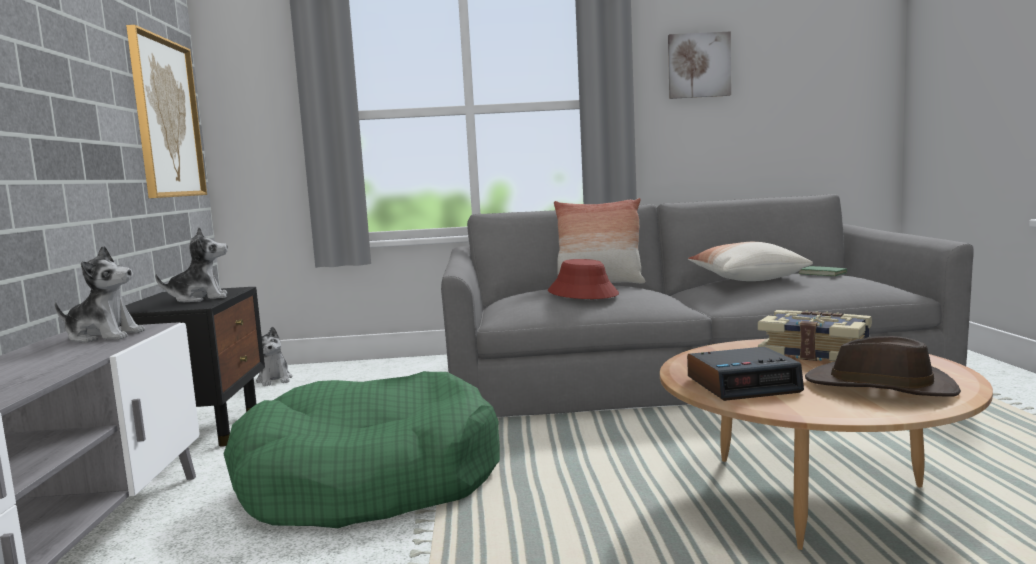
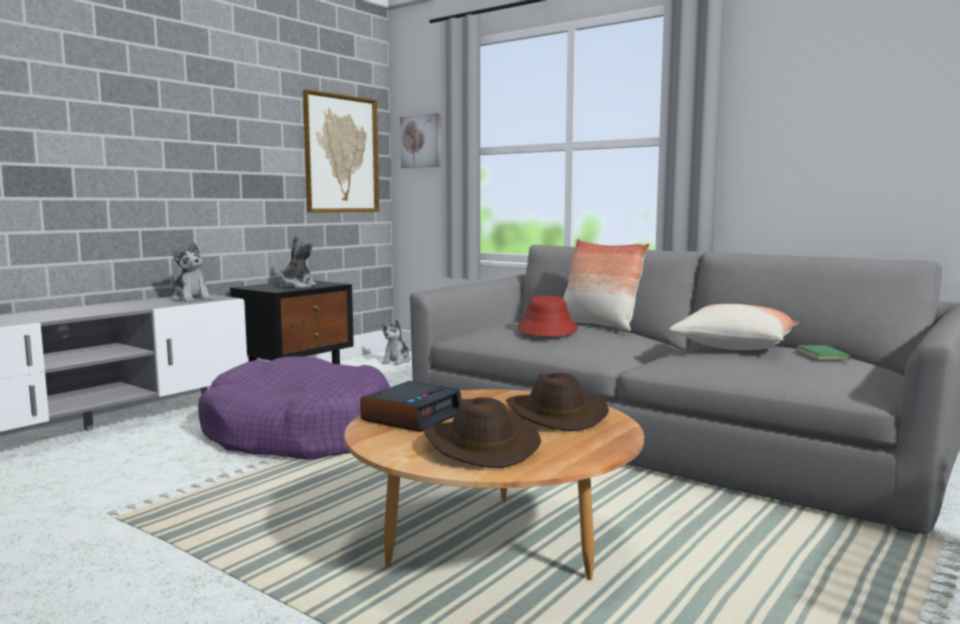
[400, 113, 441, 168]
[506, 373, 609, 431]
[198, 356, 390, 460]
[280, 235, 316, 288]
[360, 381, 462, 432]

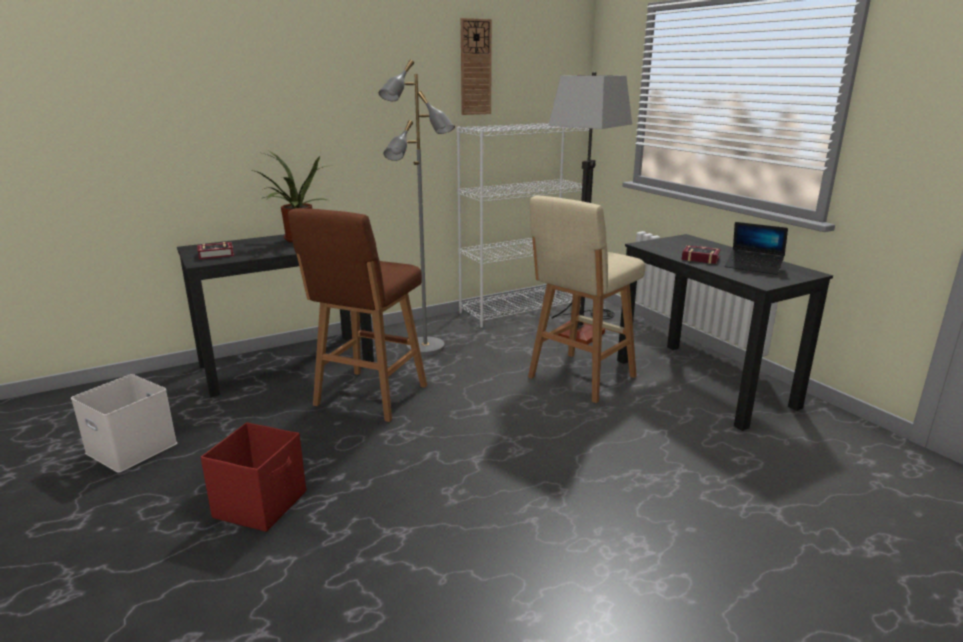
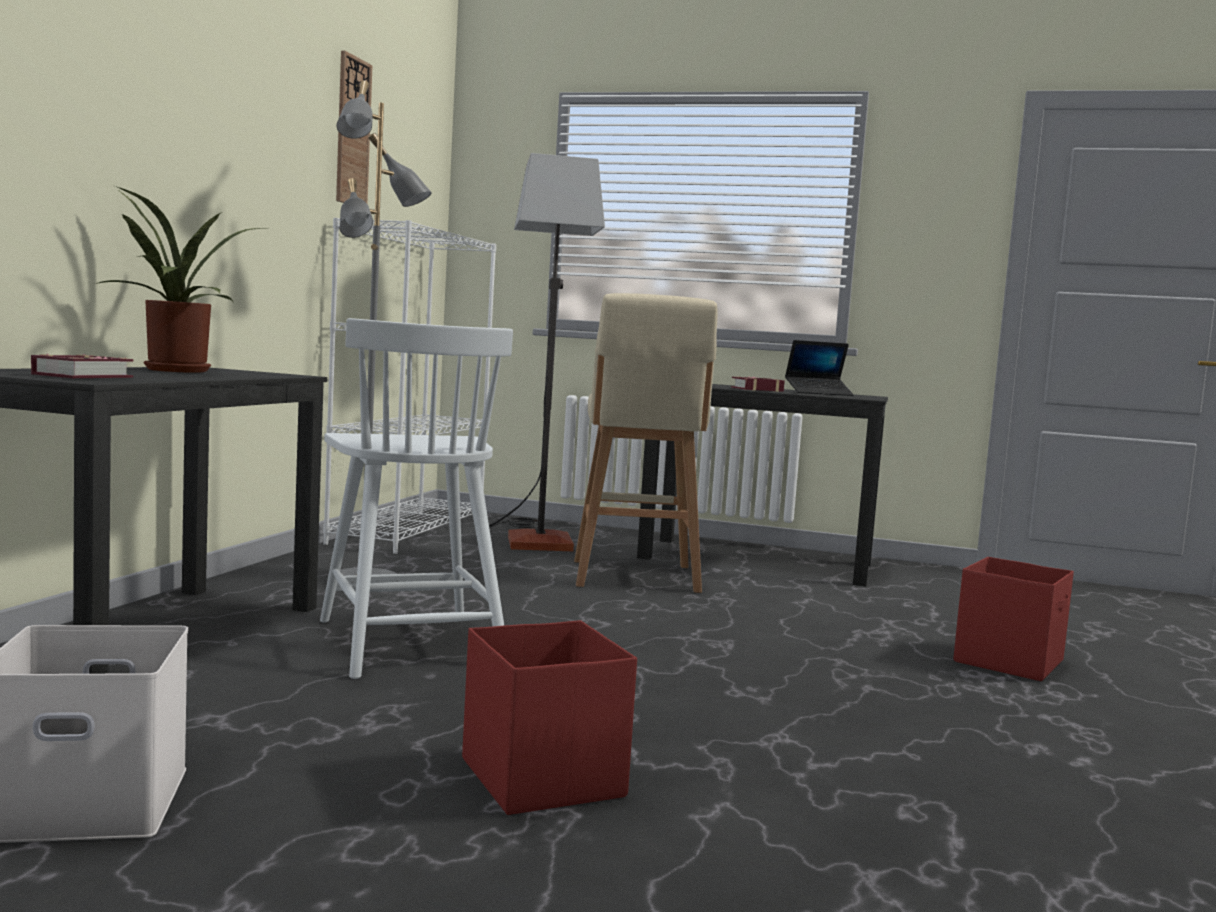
[954, 557, 1074, 681]
[320, 318, 513, 679]

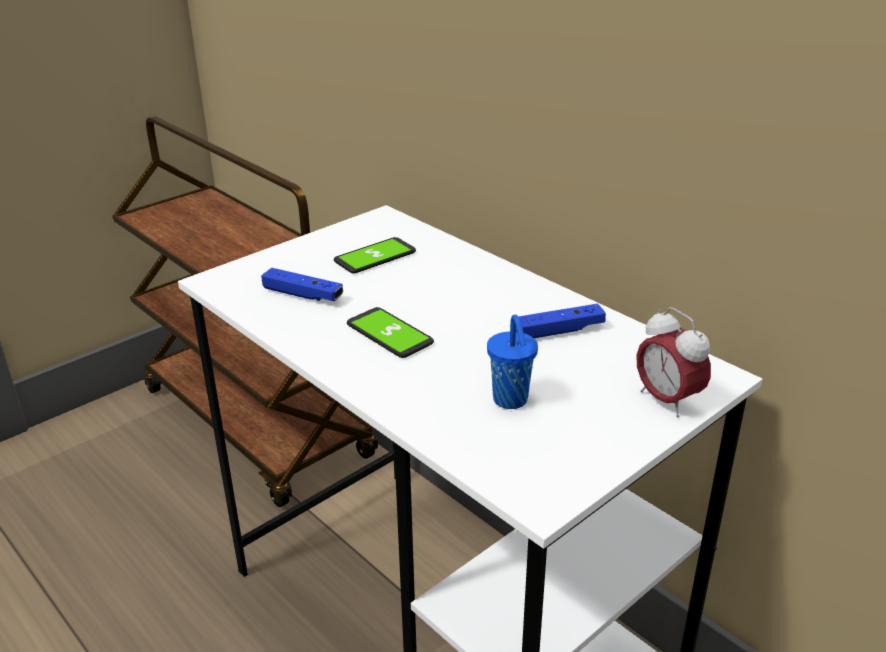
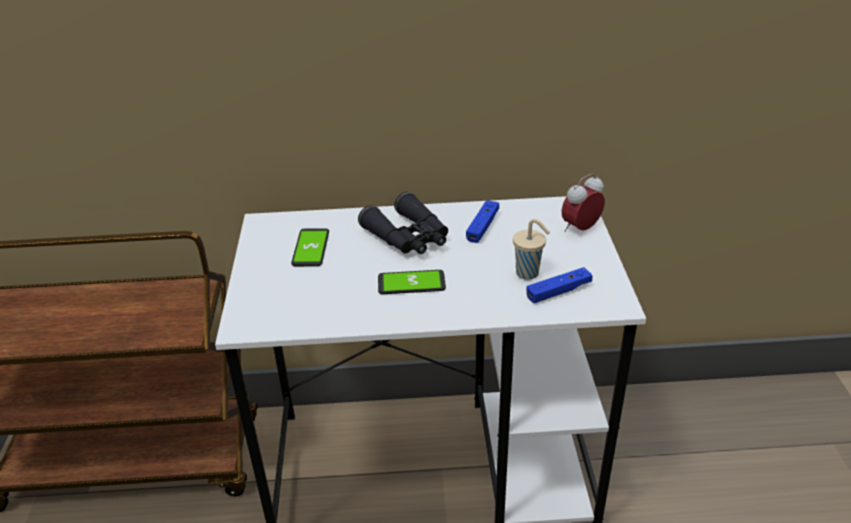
[358, 192, 448, 254]
[526, 267, 592, 303]
[513, 219, 550, 280]
[561, 174, 605, 232]

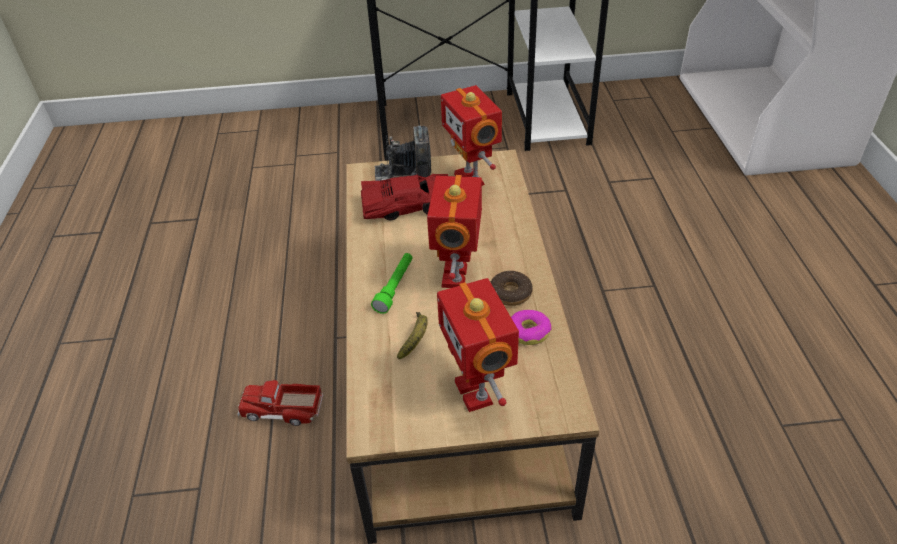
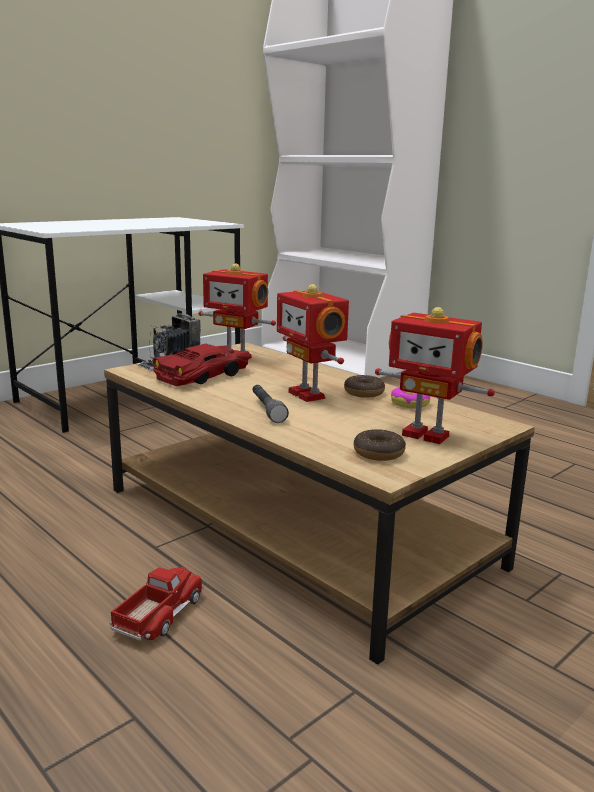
[397, 312, 427, 359] (first image)
[354, 429, 406, 461]
[253, 385, 289, 423]
[109, 567, 204, 640]

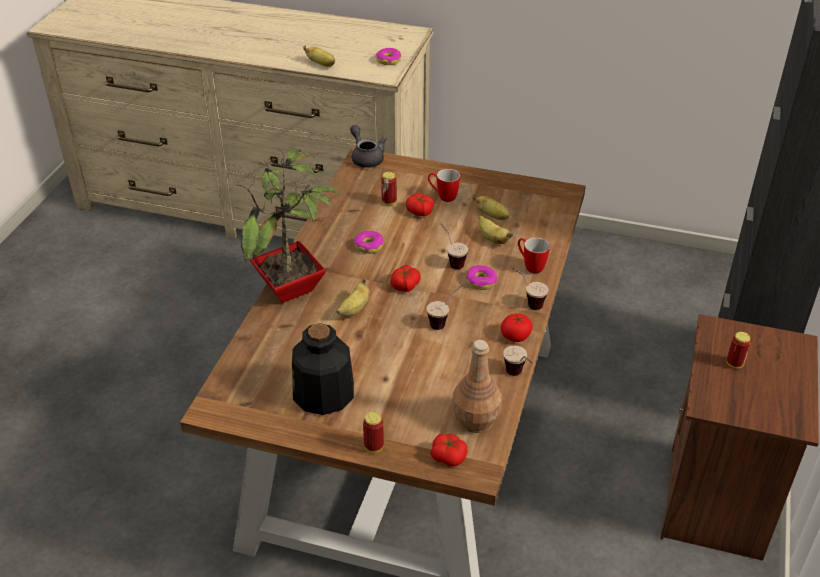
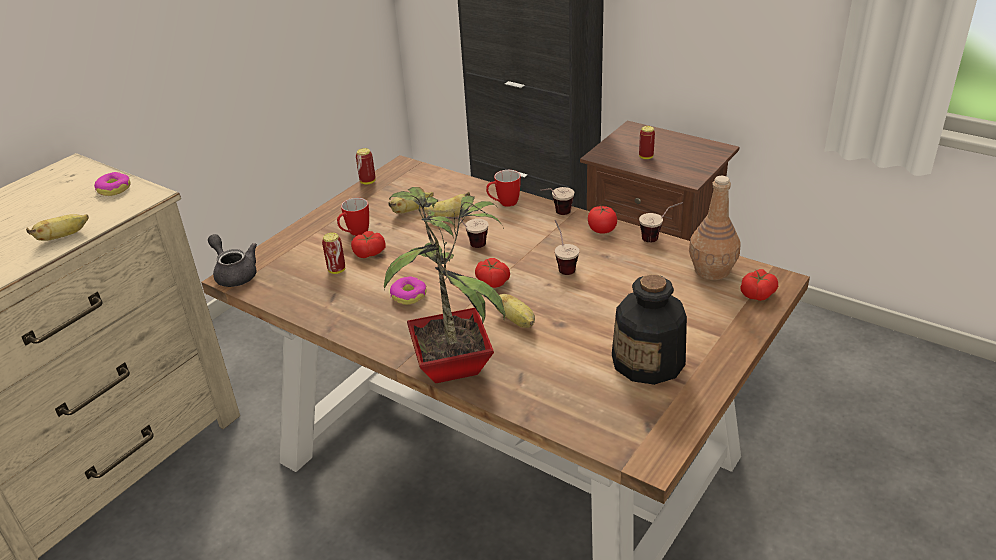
[466, 265, 498, 290] (first image)
[356, 148, 376, 185]
[208, 234, 257, 287]

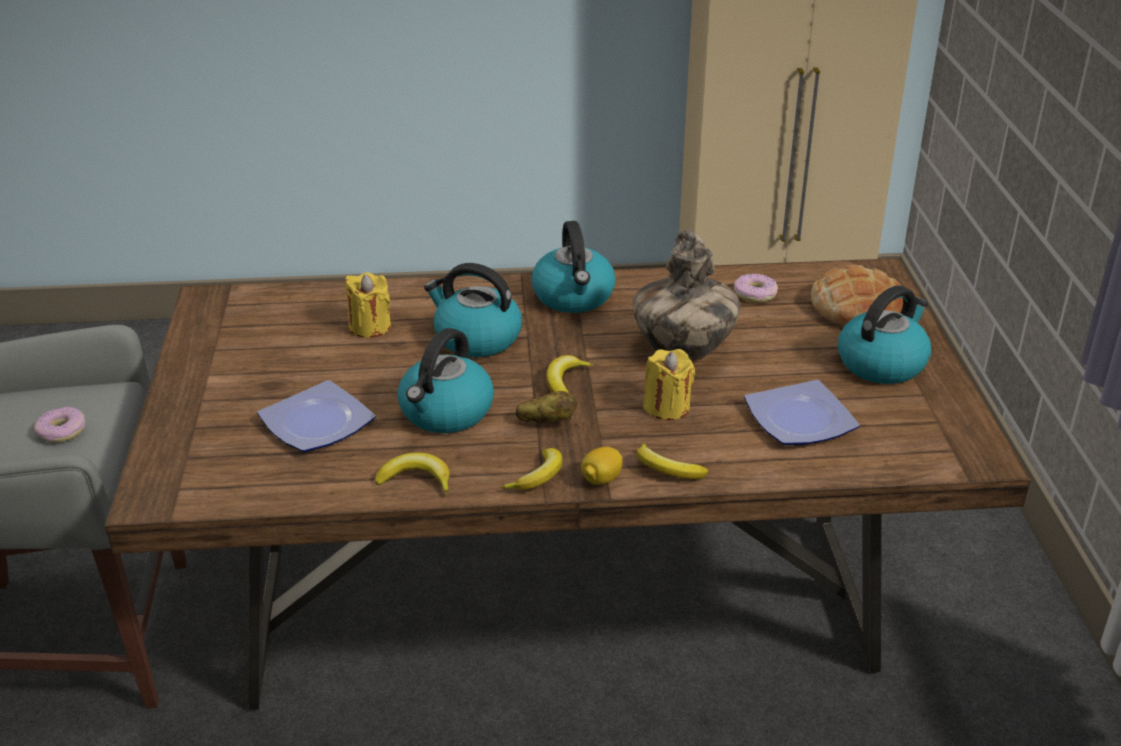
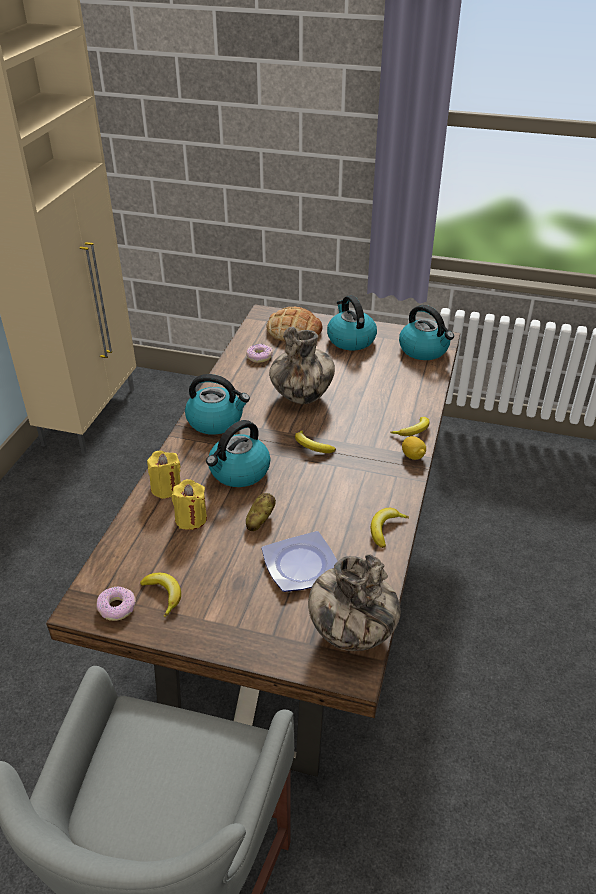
[744, 380, 860, 445] (first image)
[308, 554, 401, 651]
[96, 586, 136, 621]
[399, 305, 454, 360]
[140, 573, 181, 617]
[246, 493, 276, 531]
[147, 451, 181, 499]

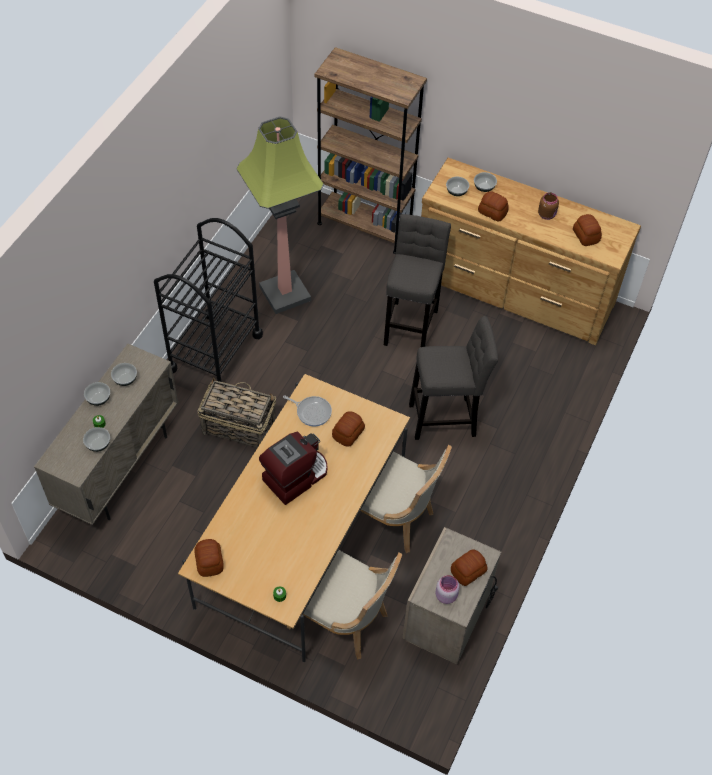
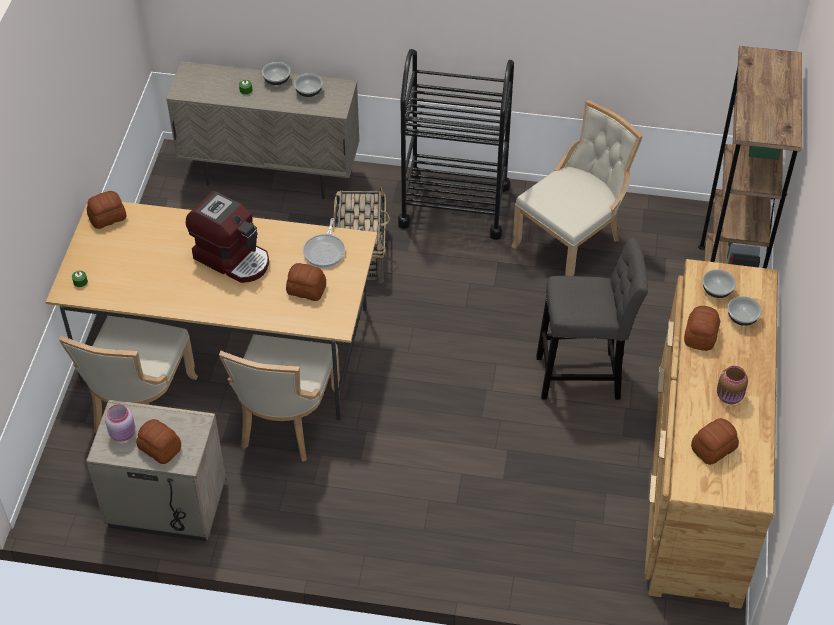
[83, 427, 110, 452] (first image)
[409, 316, 498, 440] (first image)
[511, 100, 643, 276]

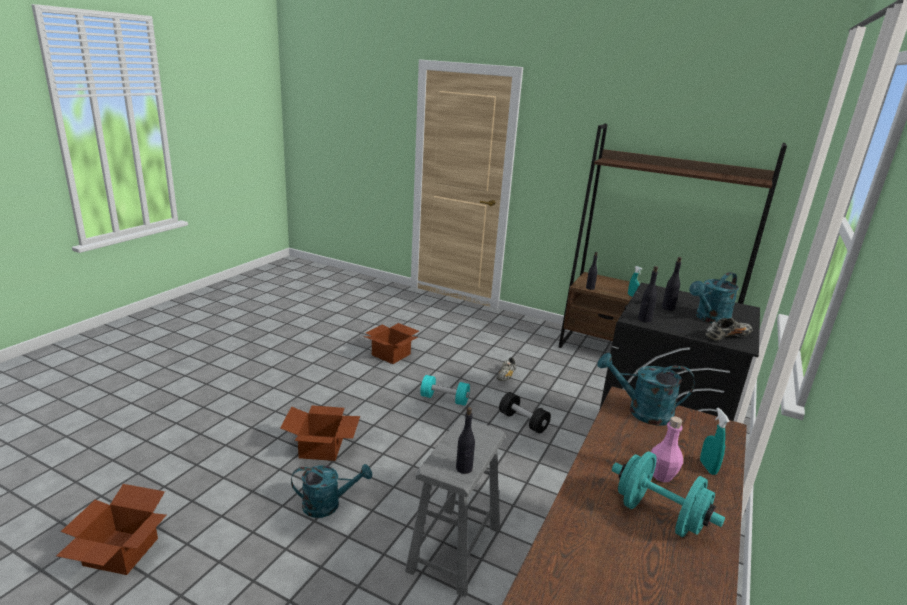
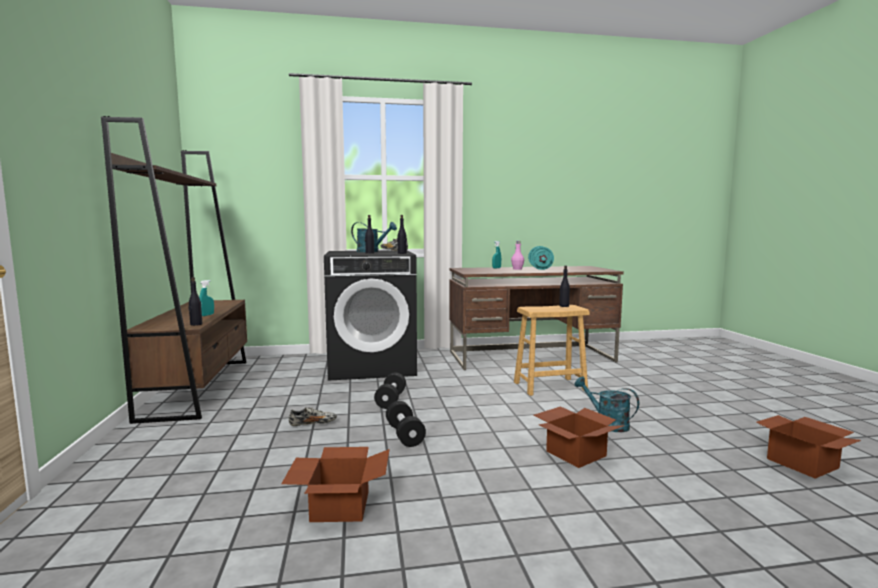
[597, 353, 695, 426] (first image)
[514, 305, 590, 396]
[386, 401, 426, 447]

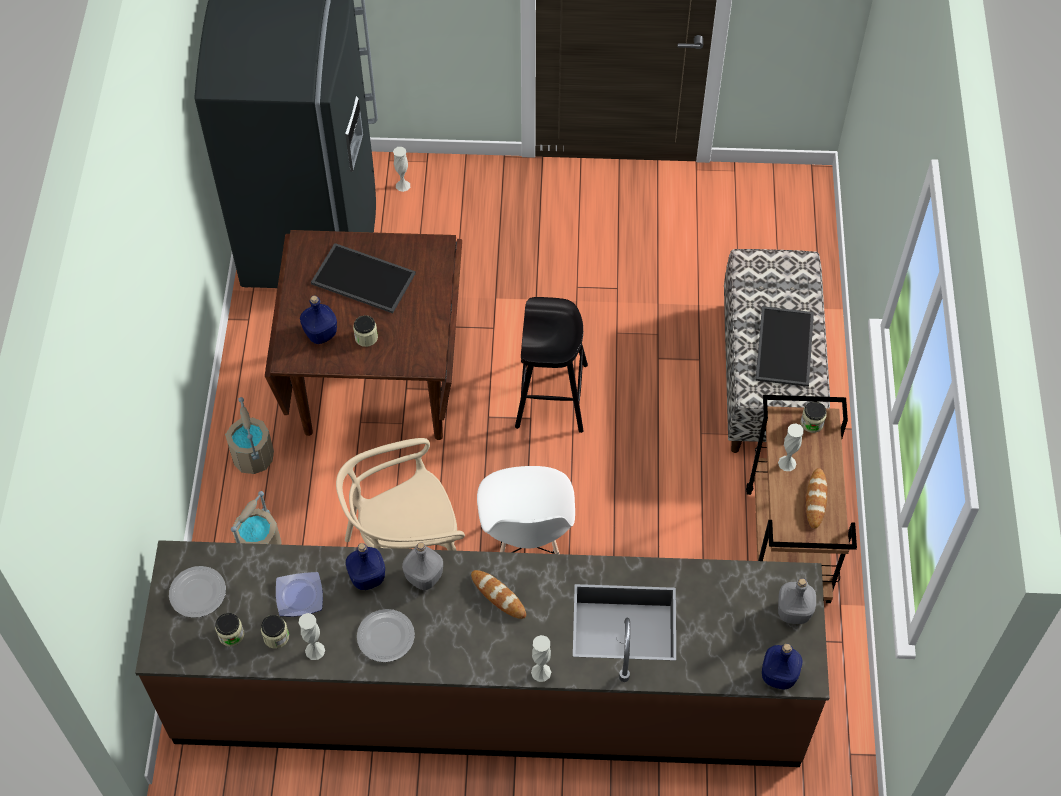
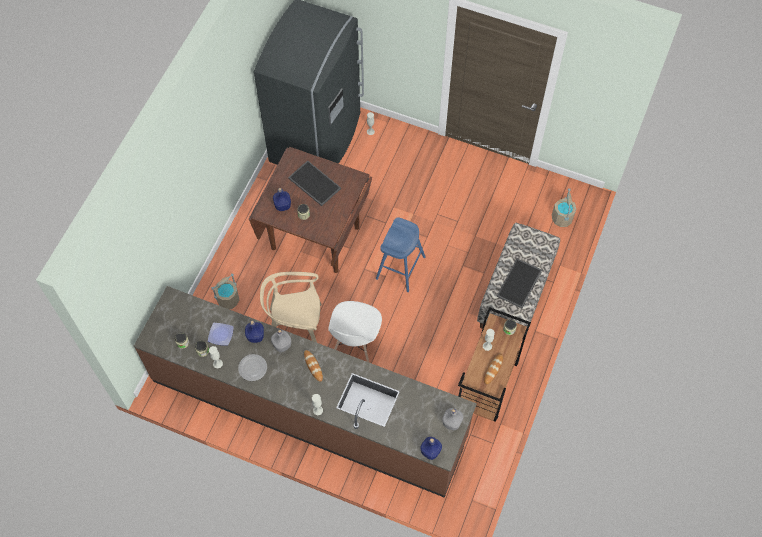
[169, 566, 226, 618] (first image)
[552, 188, 577, 227]
[376, 218, 426, 292]

